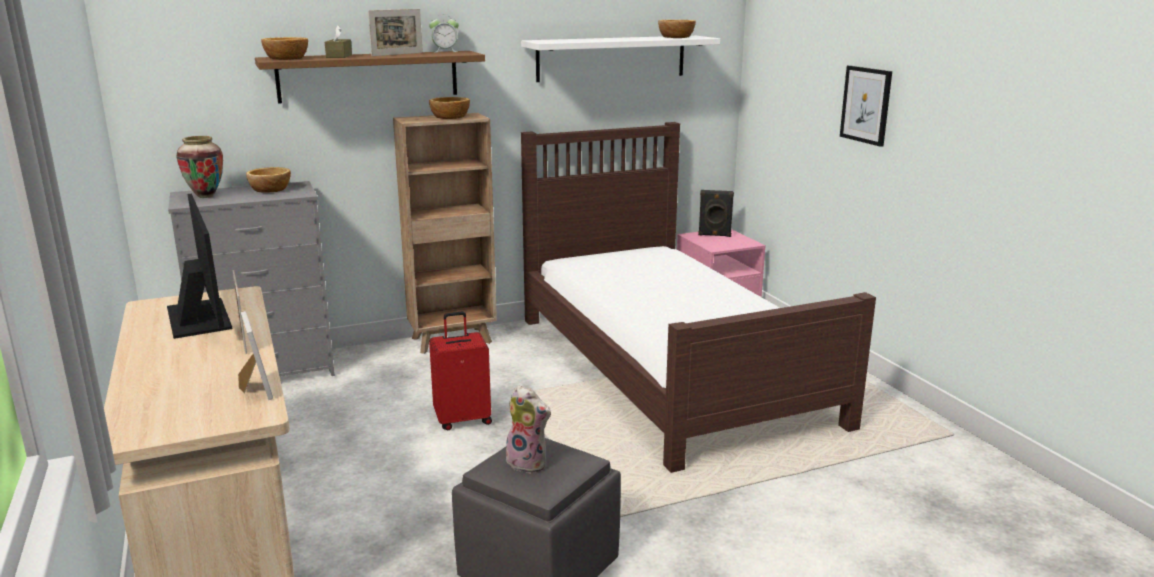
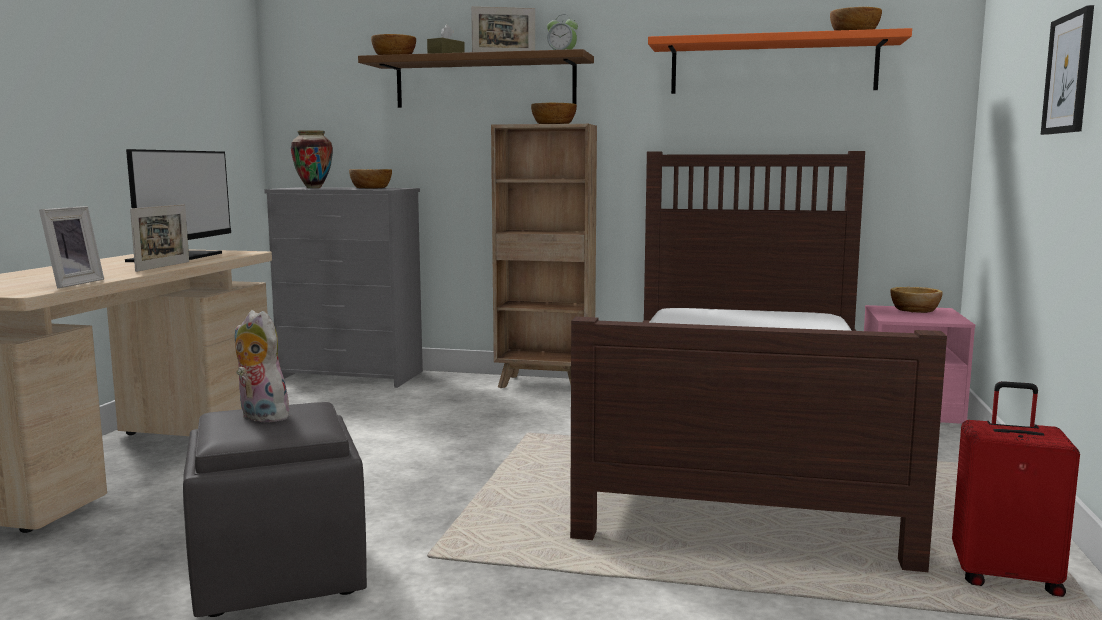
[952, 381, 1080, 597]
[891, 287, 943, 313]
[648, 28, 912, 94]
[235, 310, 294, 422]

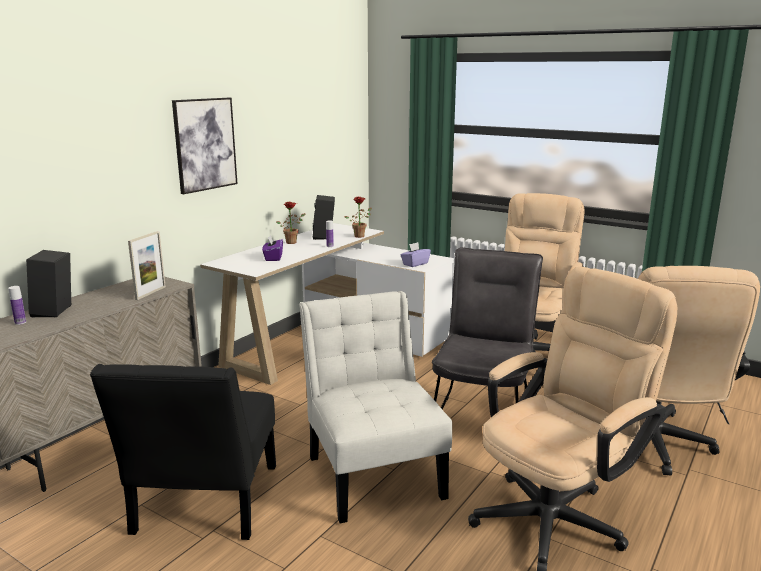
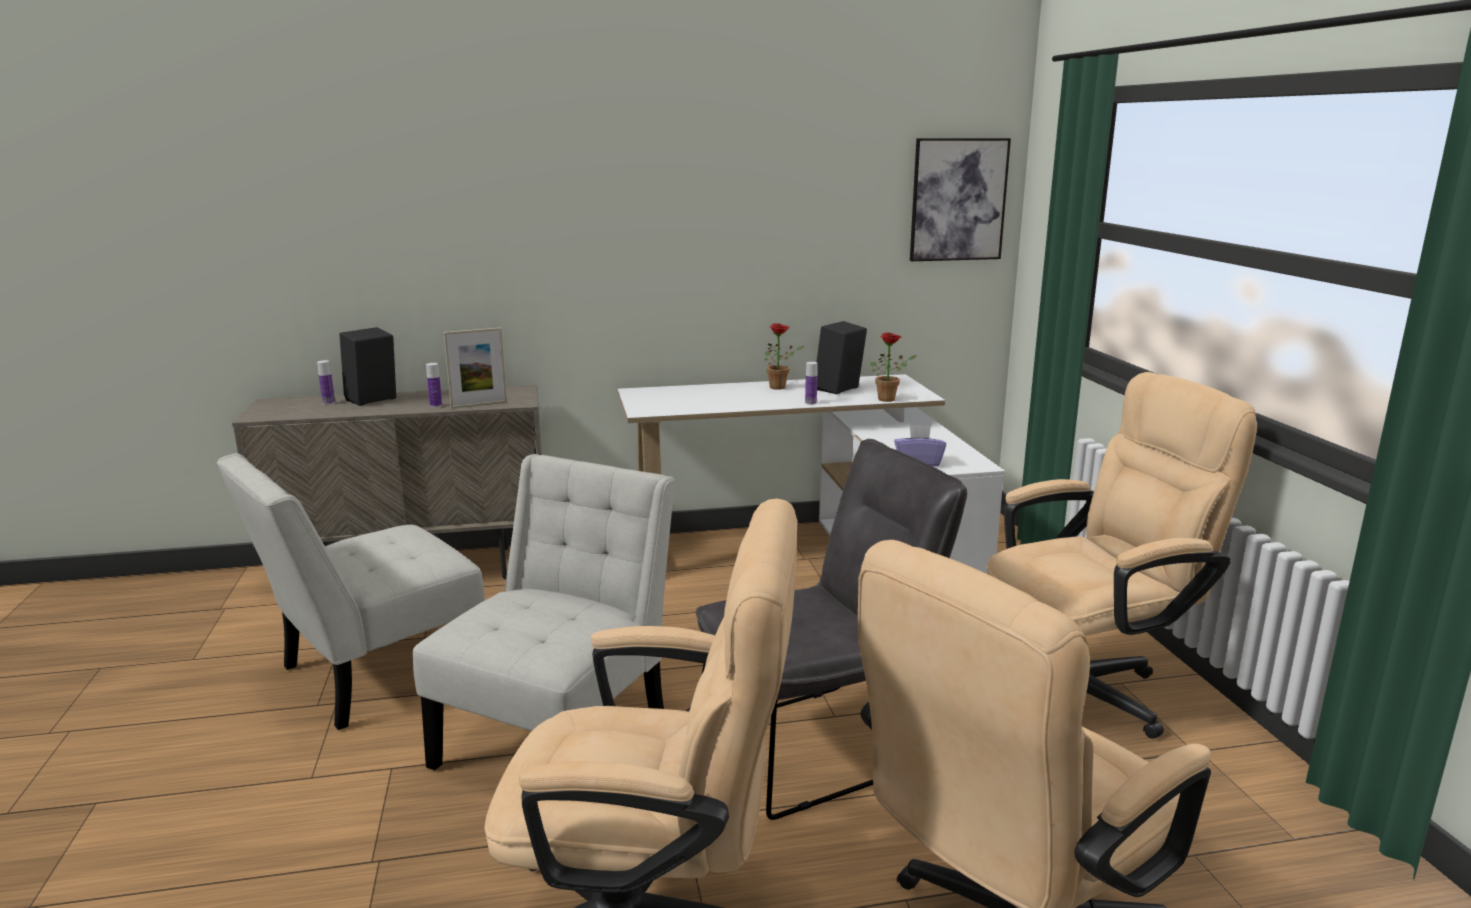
[262, 235, 283, 261] (first image)
[426, 363, 442, 407]
[910, 138, 1011, 261]
[217, 453, 485, 730]

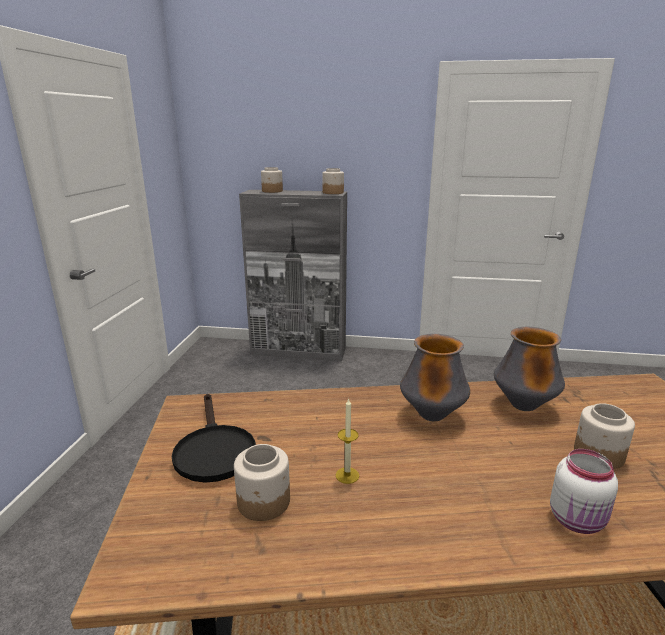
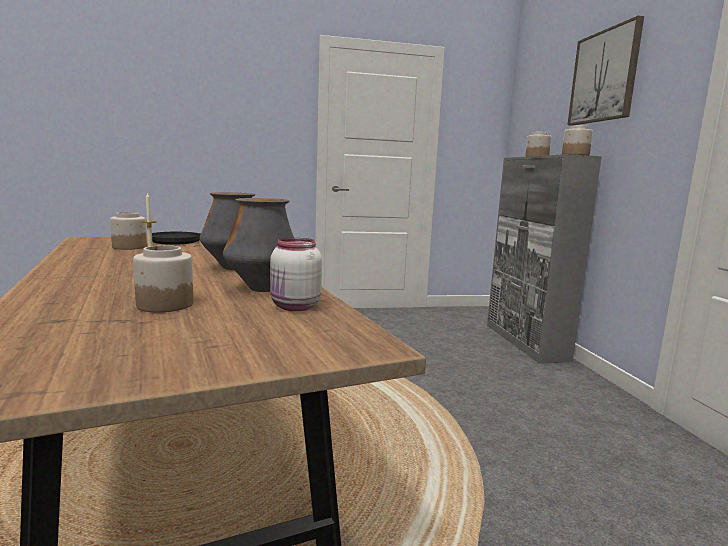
[567, 16, 644, 126]
[270, 238, 322, 311]

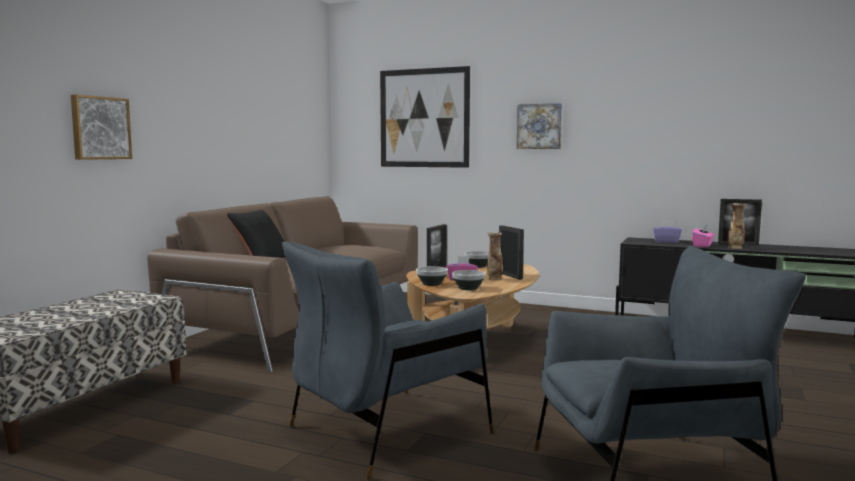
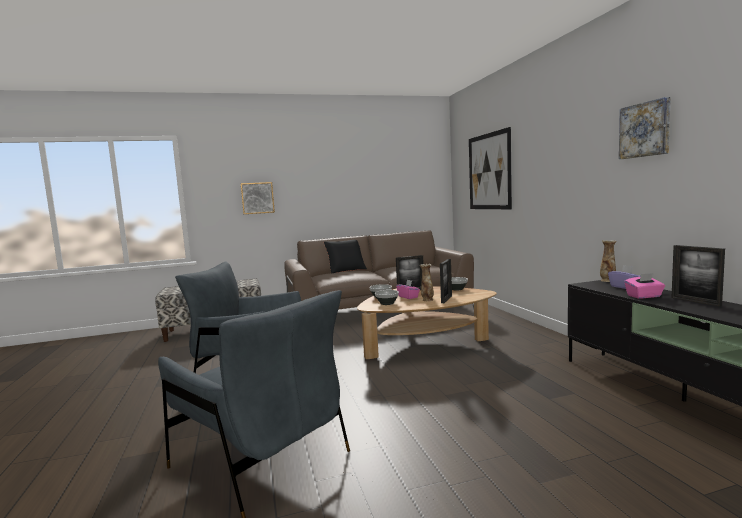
[619, 97, 671, 159]
[600, 240, 617, 282]

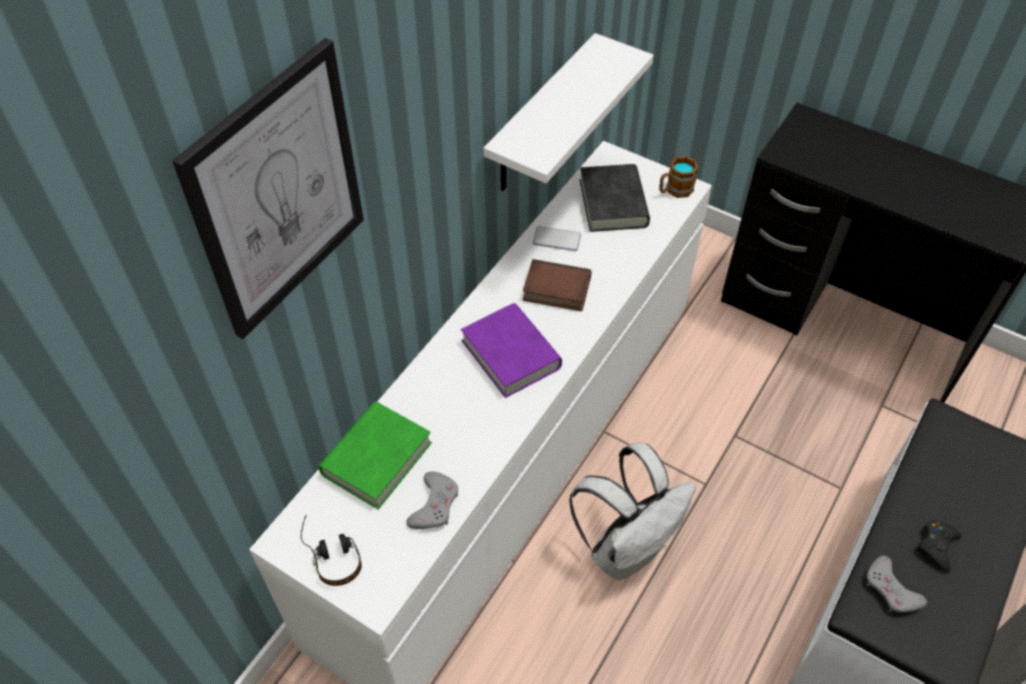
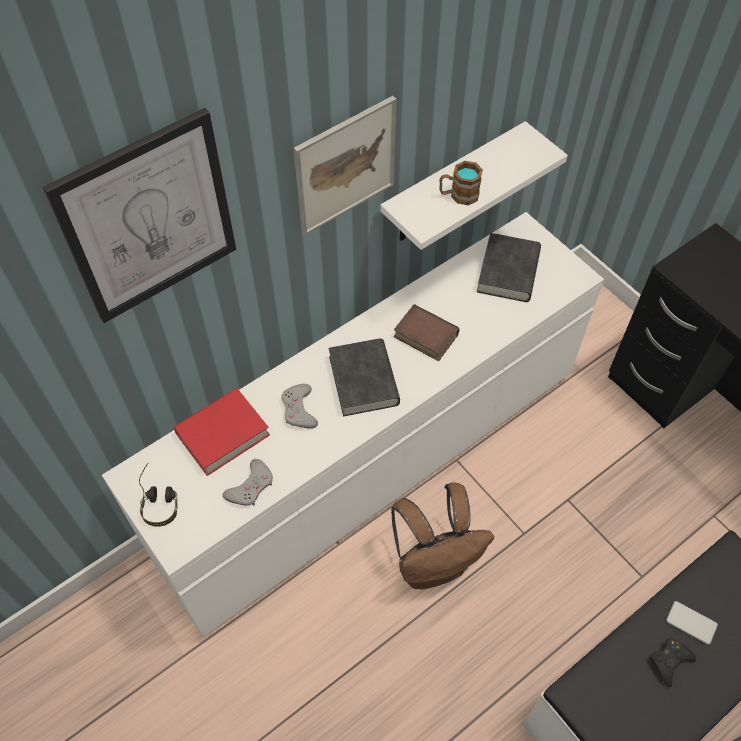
[294, 96, 396, 235]
[666, 601, 718, 645]
[440, 161, 483, 205]
[281, 384, 318, 429]
[174, 388, 270, 476]
[329, 338, 400, 416]
[391, 482, 494, 589]

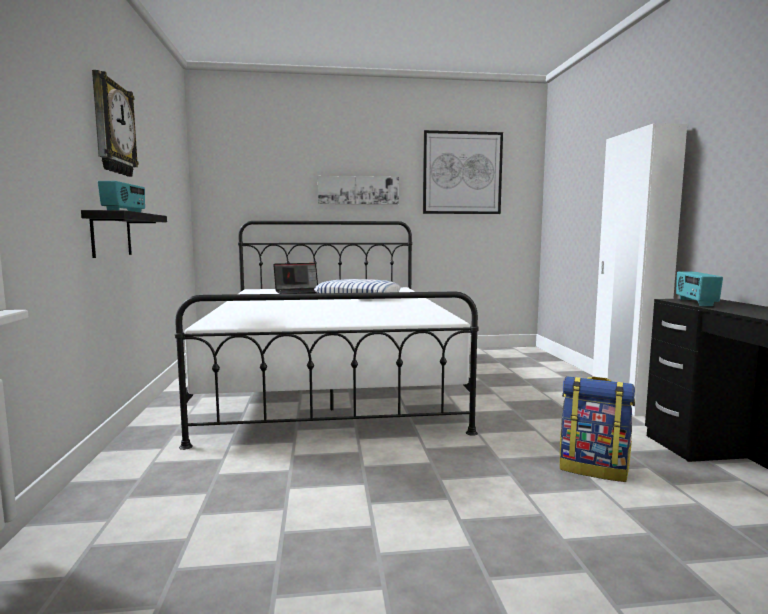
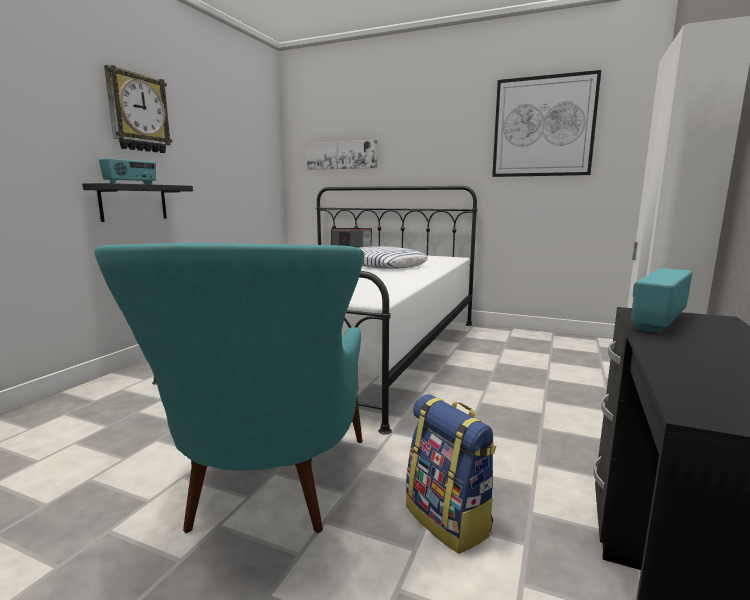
[94, 243, 364, 534]
[306, 140, 378, 170]

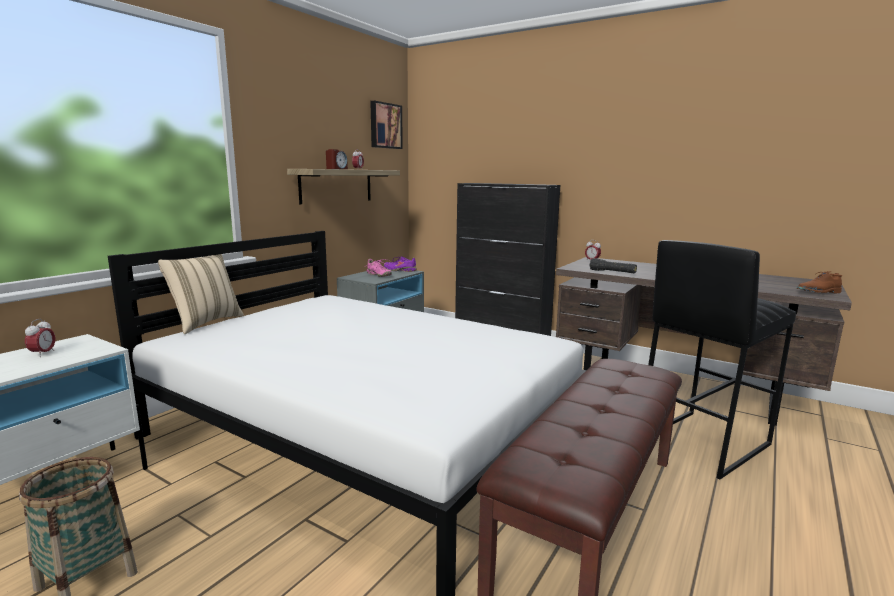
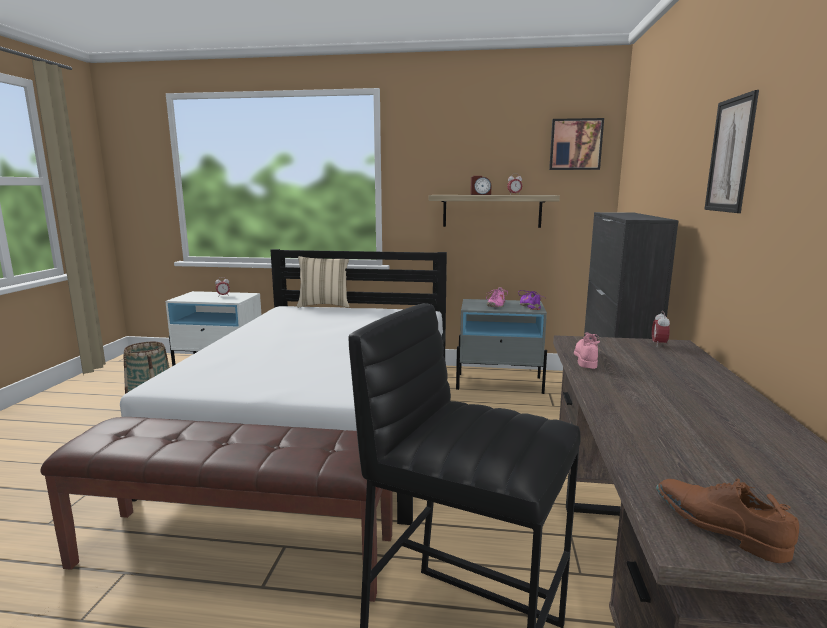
[704, 90, 759, 213]
[574, 333, 600, 369]

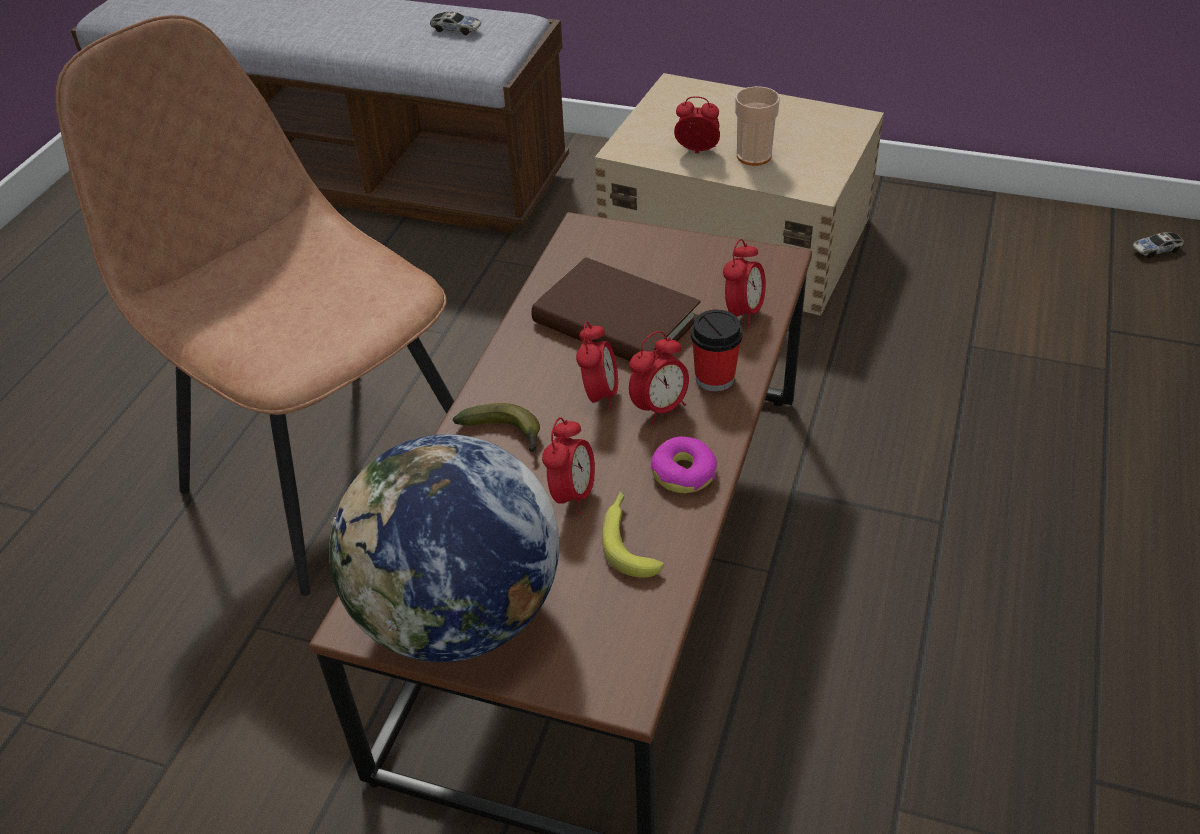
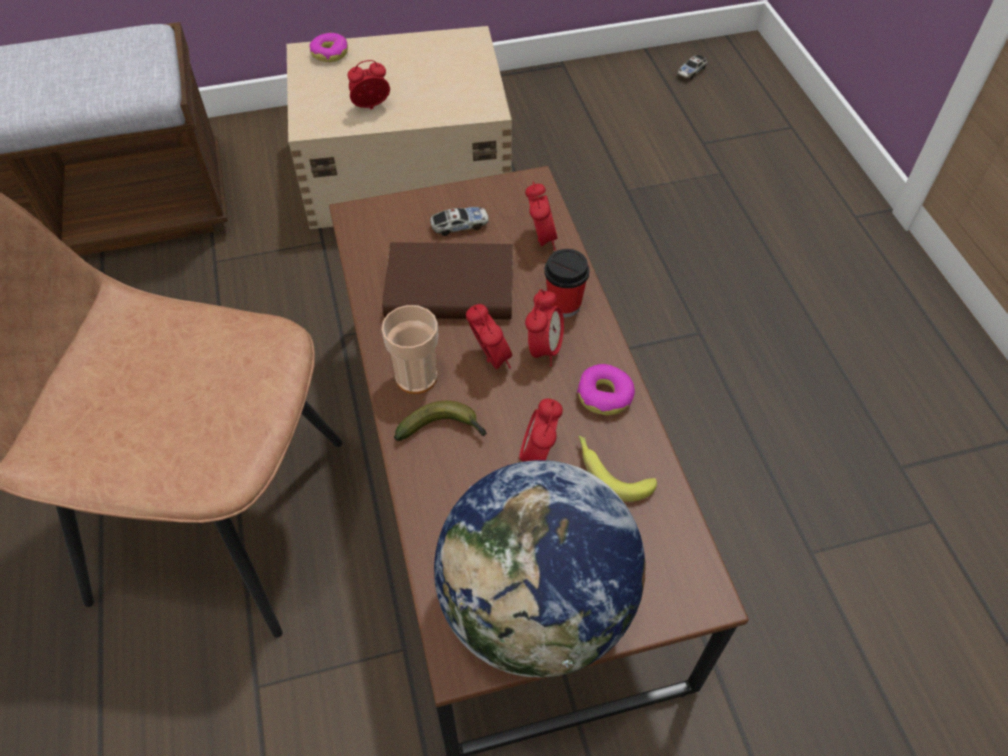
[309, 33, 348, 62]
[430, 207, 489, 236]
[381, 305, 438, 394]
[519, 398, 563, 461]

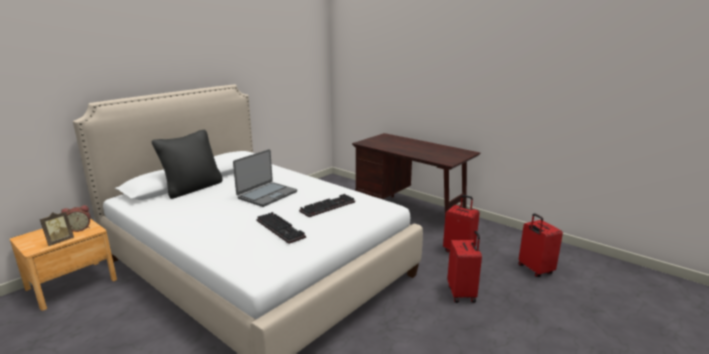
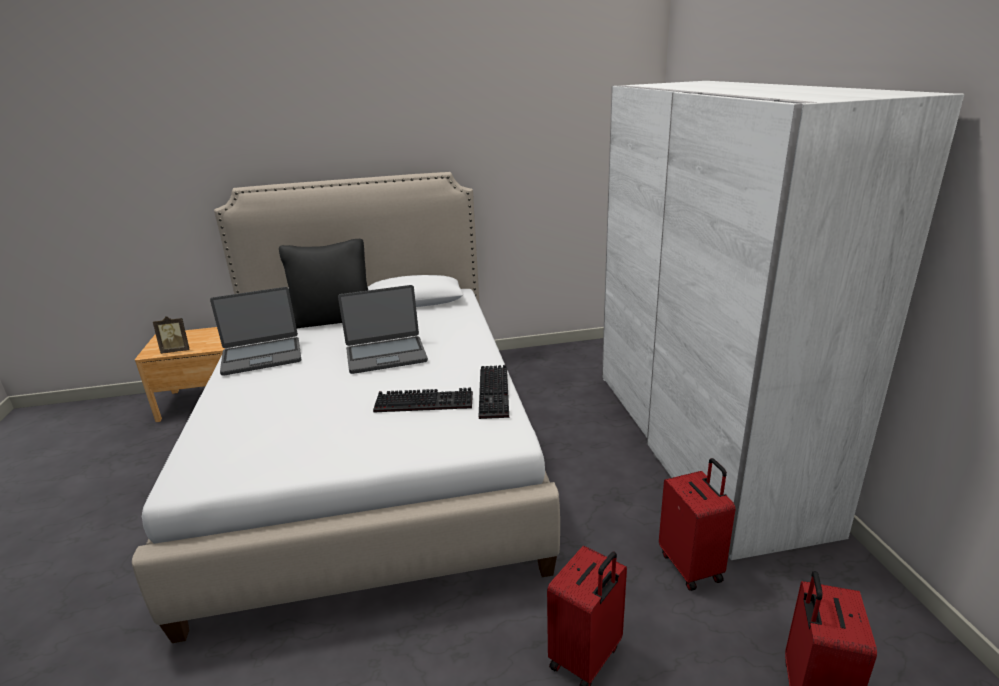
[61, 205, 90, 232] (first image)
[210, 287, 301, 376]
[479, 365, 509, 419]
[602, 81, 964, 560]

